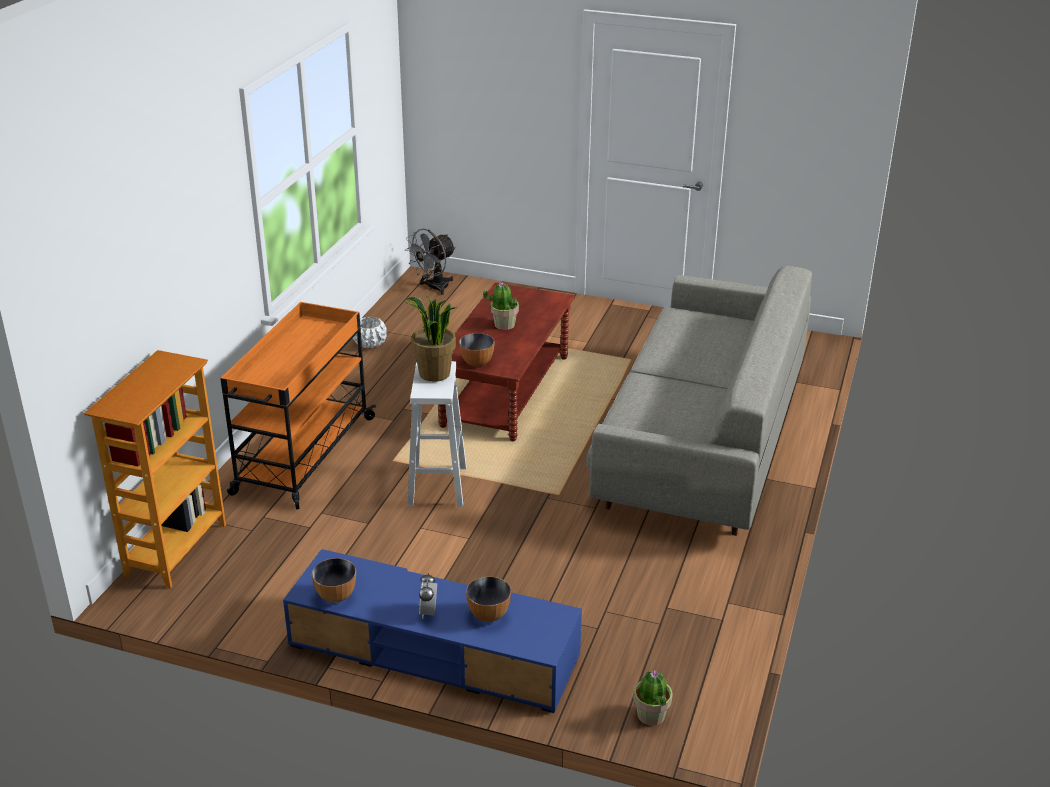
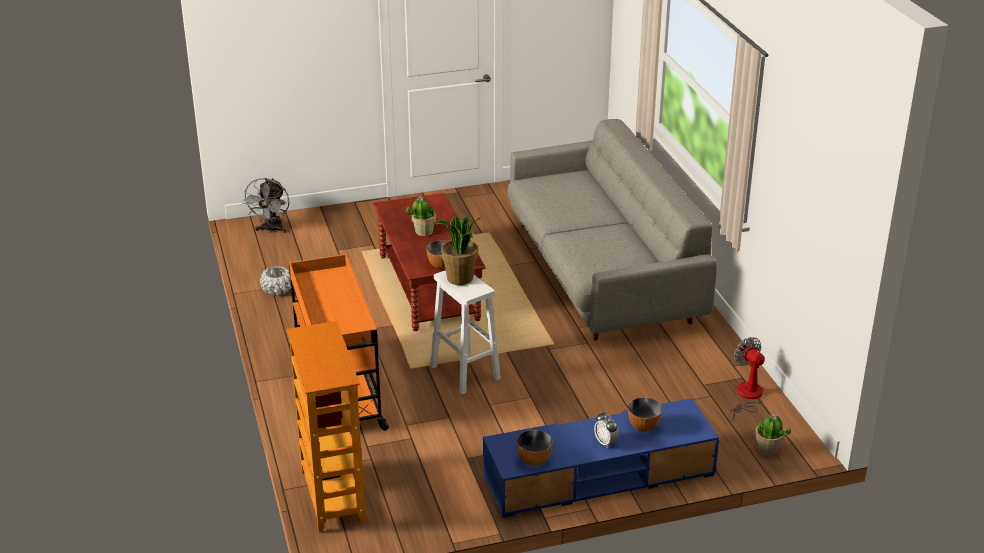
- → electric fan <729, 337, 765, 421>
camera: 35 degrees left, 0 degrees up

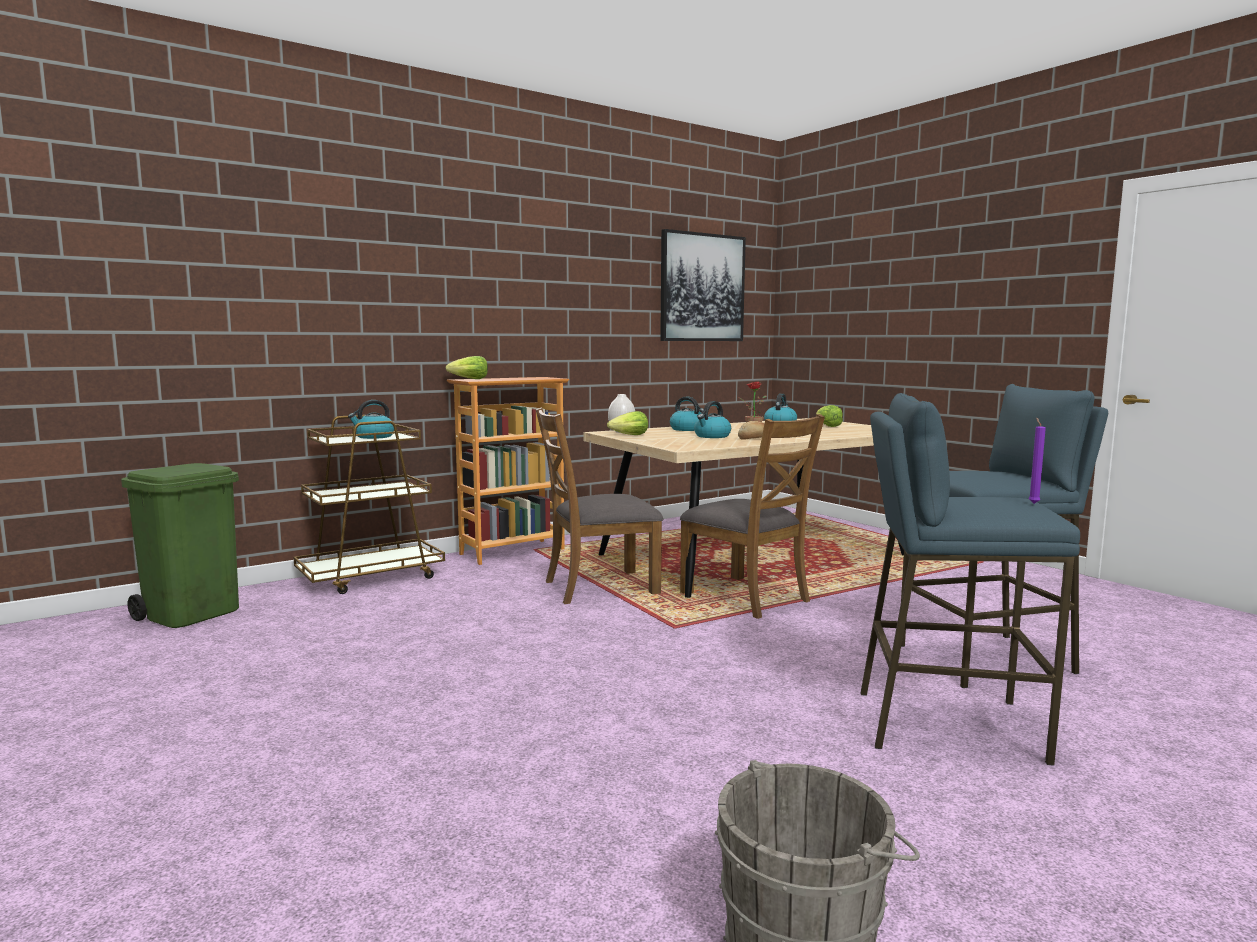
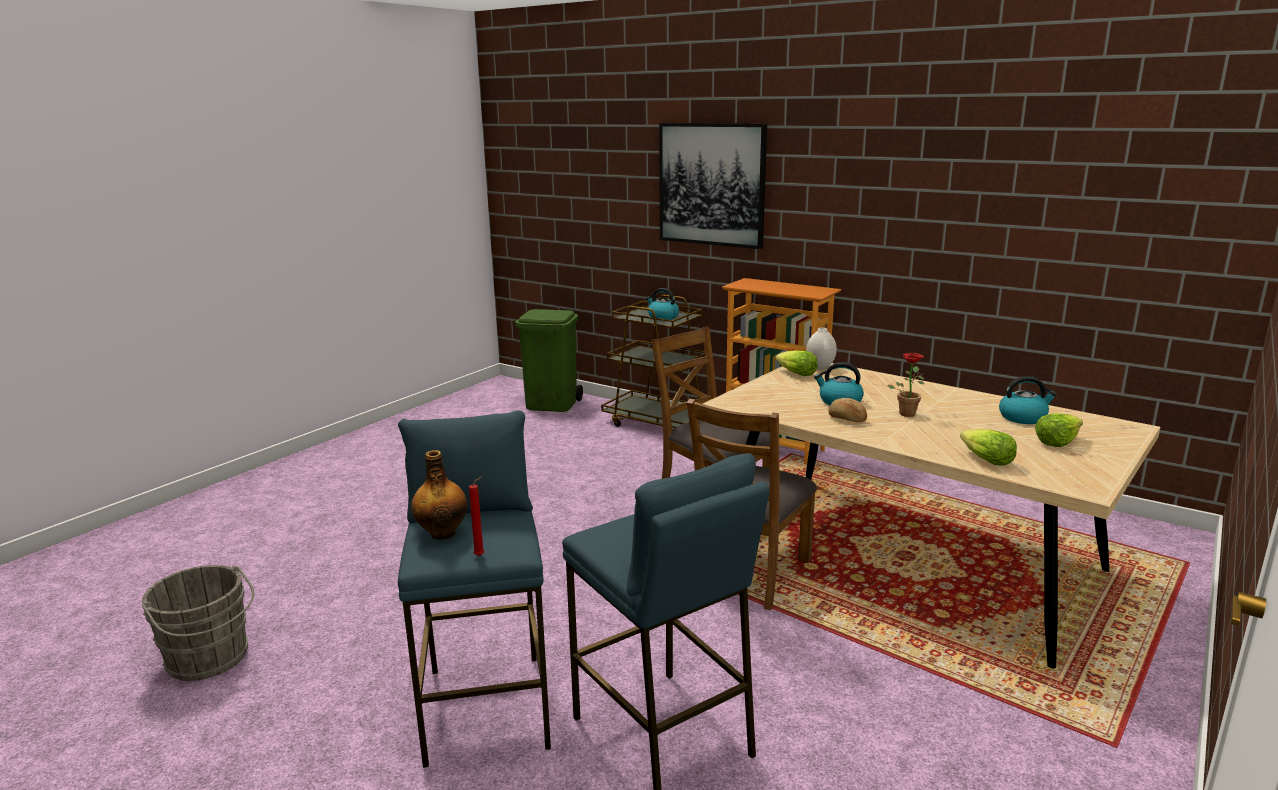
head of lettuce <445, 356, 488, 379> → head of lettuce <960, 429, 1017, 466>, move
wall picture <660, 229, 746, 341> → wall picture <659, 123, 767, 249>, move
water kettle <670, 397, 704, 431> → -
purplish candle <1029, 418, 1046, 504> → red candle <469, 477, 484, 556>
- → drink bottle <411, 450, 468, 540>
camera: 70 degrees right, 10 degrees up

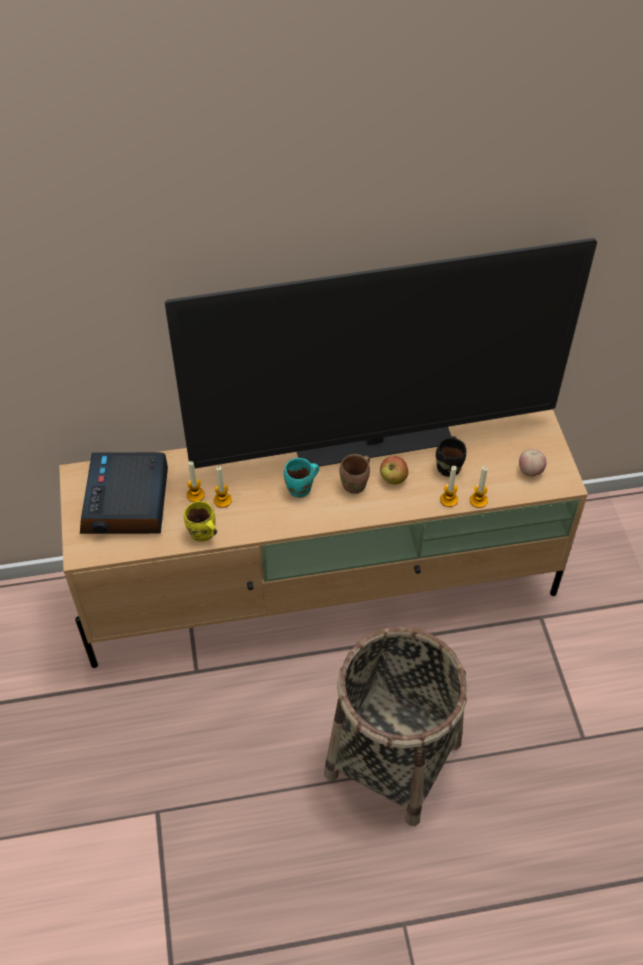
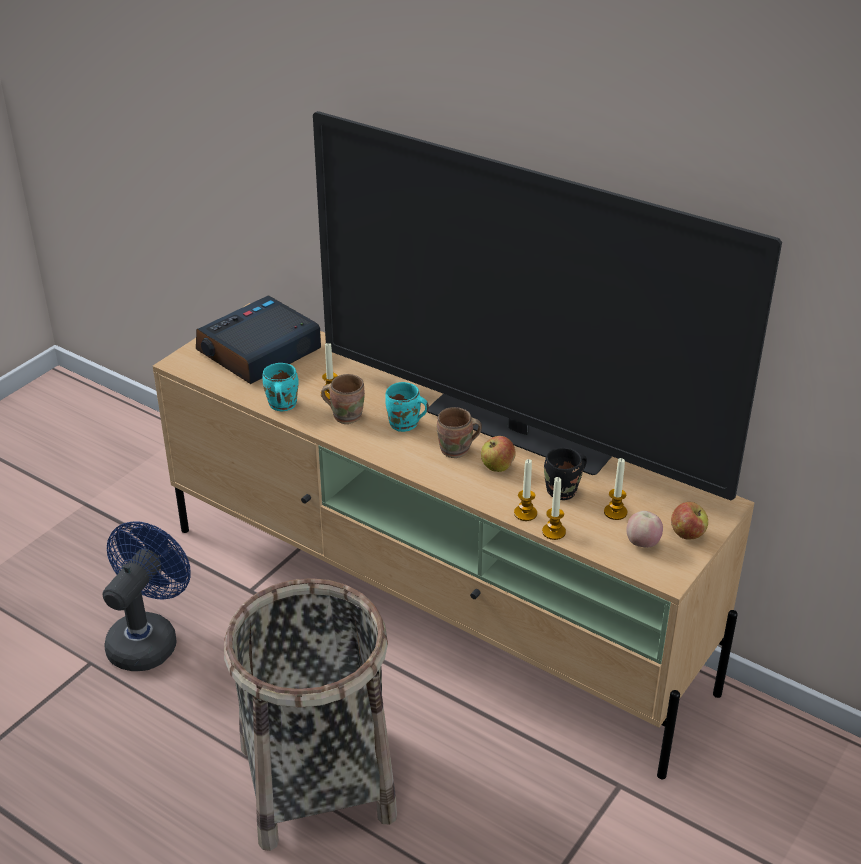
yellow-coloured mug <184, 501, 217, 542> → blue-green mug <262, 363, 299, 411>
candle <187, 461, 205, 502> → candle <604, 458, 627, 520>, move
- → blue-coloured electric fan <102, 521, 191, 671>
- → brown-coloured mug <321, 374, 365, 424>
- → whole apple <671, 502, 708, 540>
camera: 45 degrees right, 15 degrees down

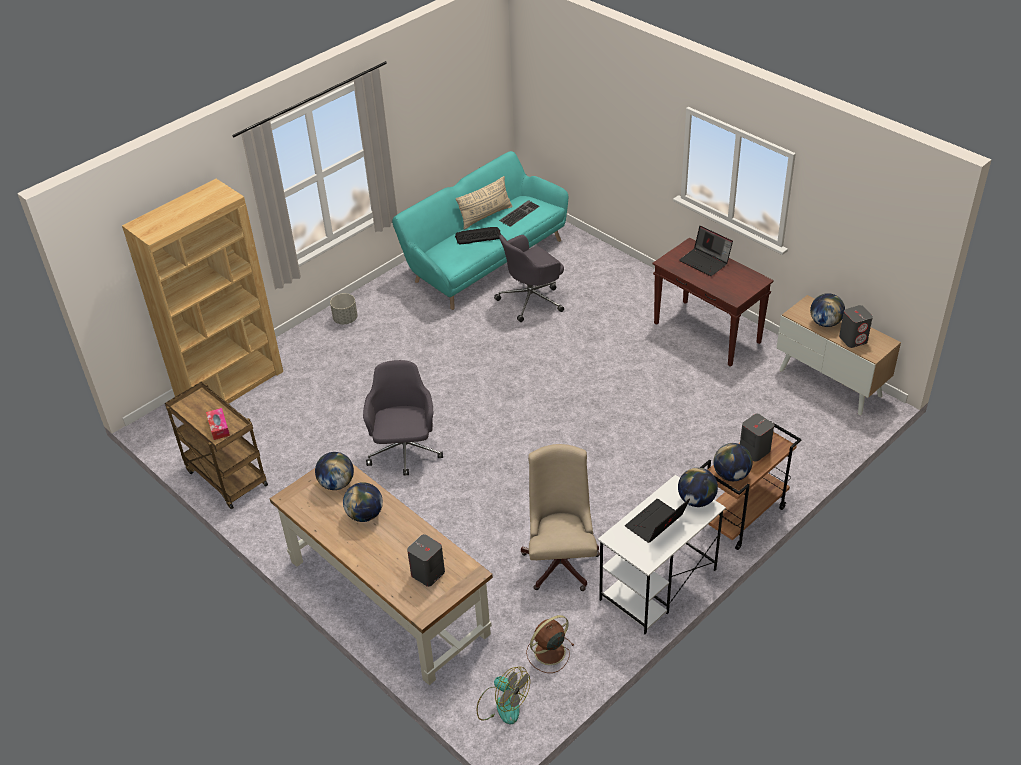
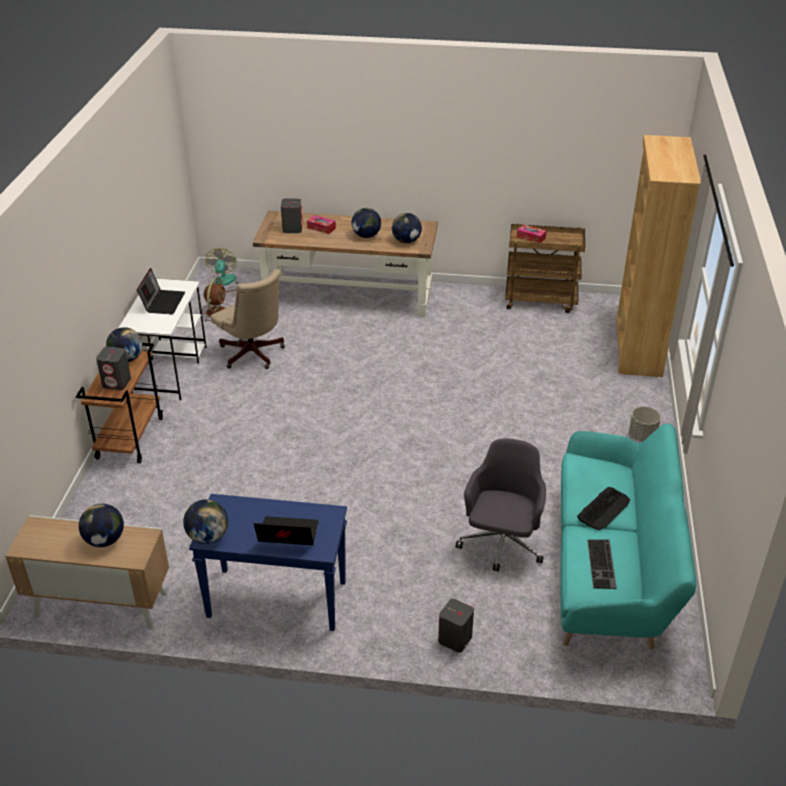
greyish office chair <363, 360, 443, 476> → -
beige-coloured cushion <456, 176, 513, 230> → -
electric fan <477, 667, 530, 724> → electric fan <205, 248, 239, 292>, 90 degrees clockwise
brown-coloured hall table <653, 238, 774, 367> → blue-coloured hall table <189, 494, 347, 631>
world globe <678, 468, 718, 507> → world globe <183, 499, 228, 544>, move
greyish speaker <839, 305, 873, 348> → greyish speaker <438, 599, 474, 653>, move
- → tissue holder <307, 215, 336, 234>
camera: 140 degrees right, 5 degrees down

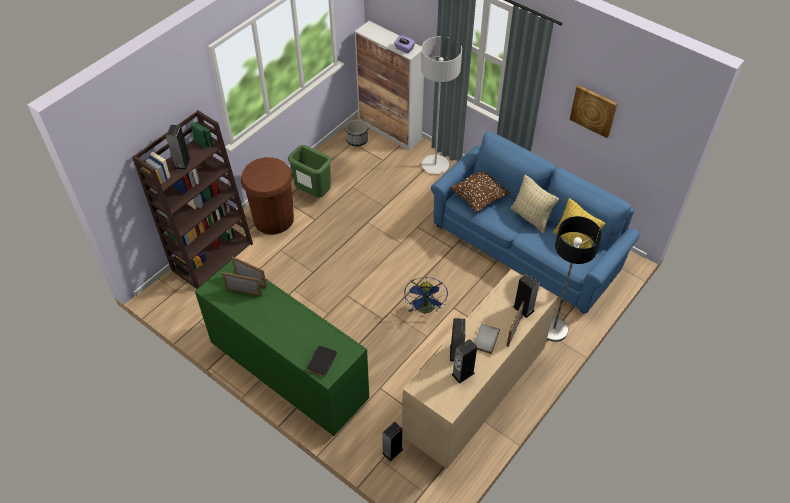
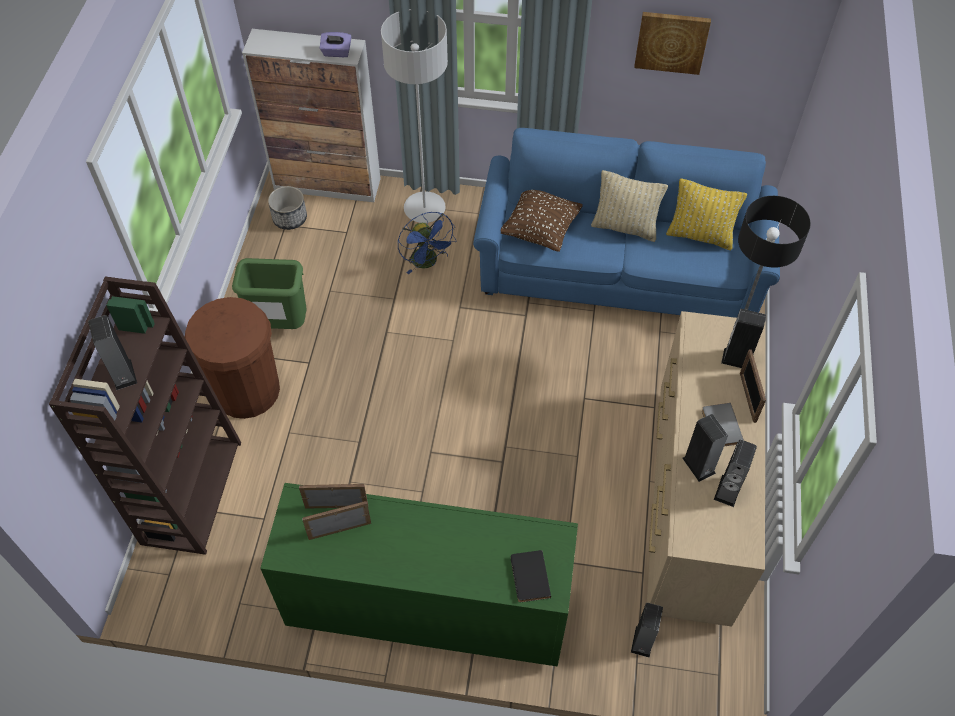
blue-coloured electric fan <404, 277, 448, 313> → blue-coloured electric fan <398, 212, 457, 274>, move
camera: 30 degrees left, 5 degrees up

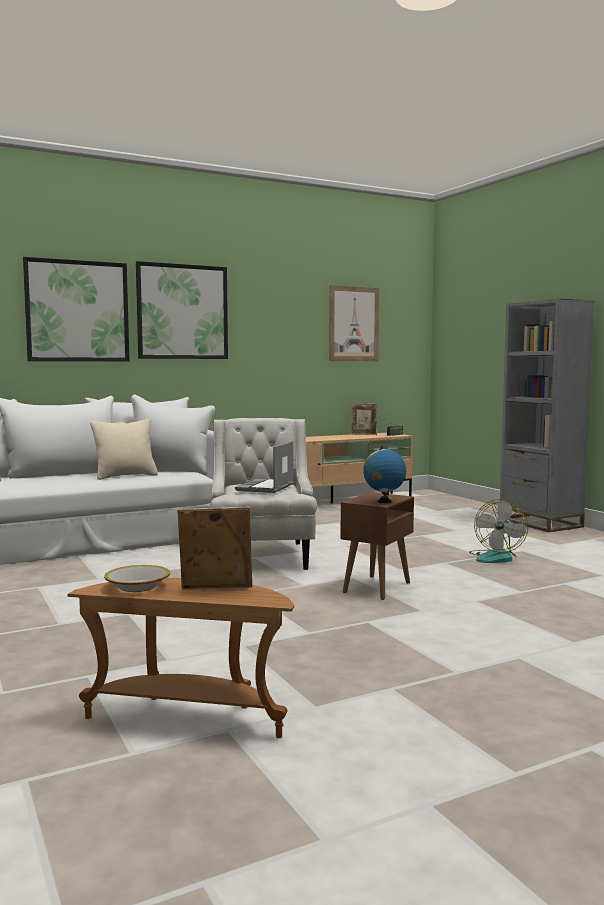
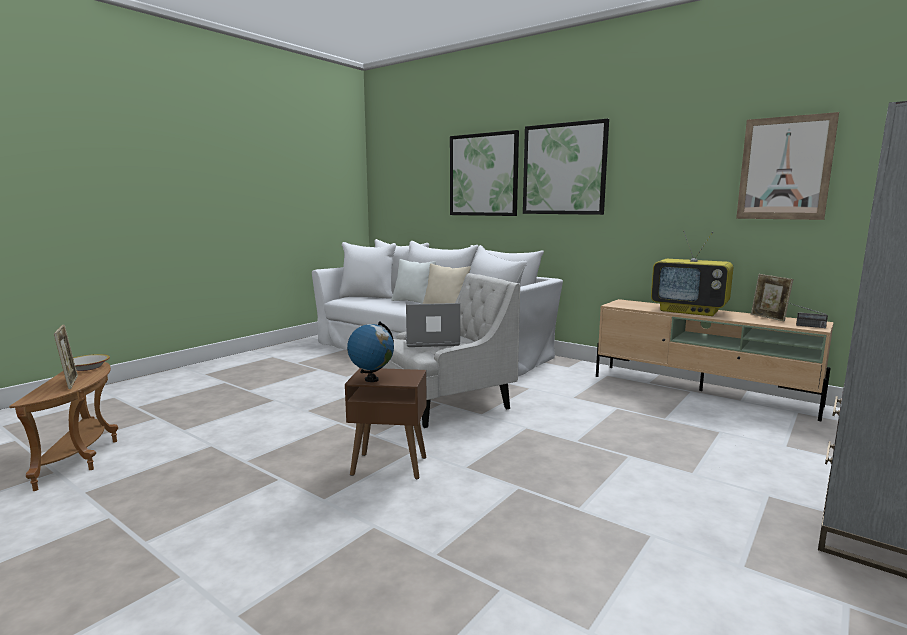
electric fan <469, 499, 528, 563> → -
- → white cushion <391, 259, 436, 304>
- → TV <651, 230, 733, 316>
camera: 65 degrees right, 5 degrees up

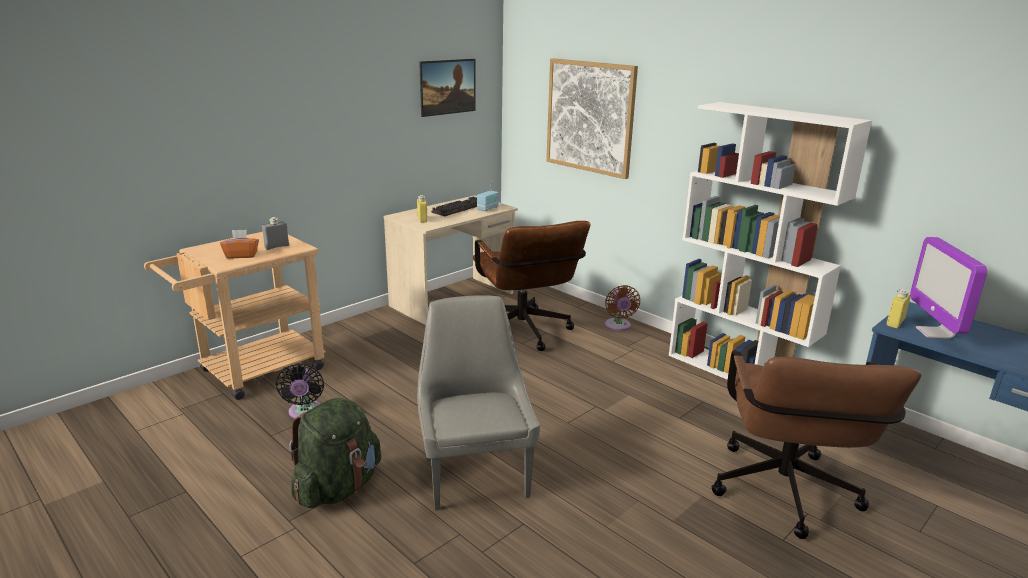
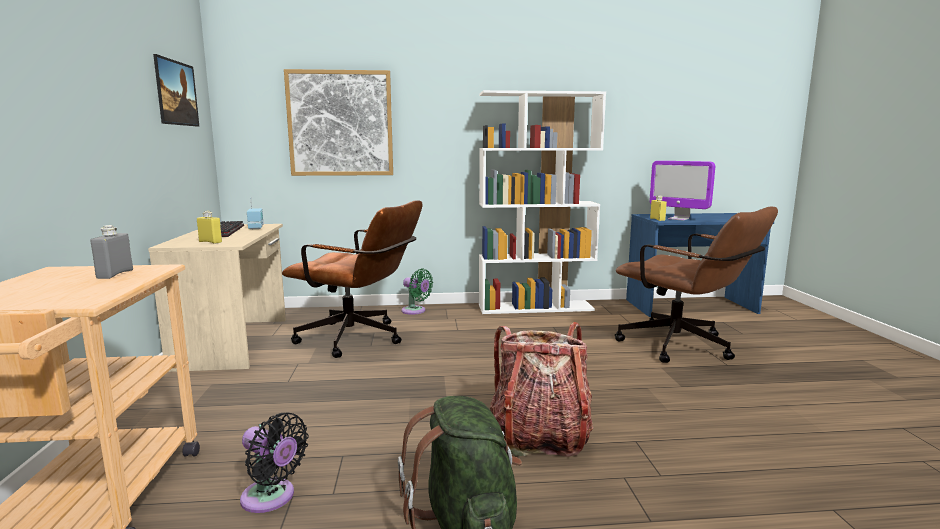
orange tissue holder <220, 230, 259, 259> → -
greyish chair <417, 295, 540, 510> → backpack <490, 322, 594, 457>
brown-coloured electric fan <605, 285, 640, 331> → green electric fan <401, 268, 433, 315>
camera: 50 degrees left, 10 degrees down

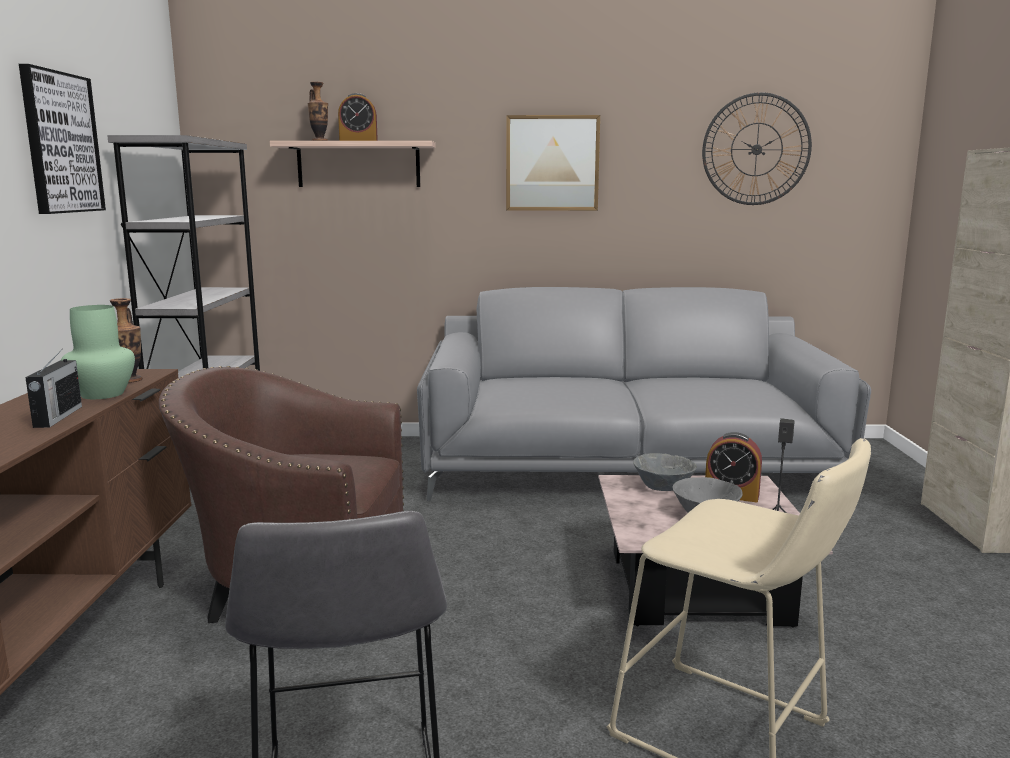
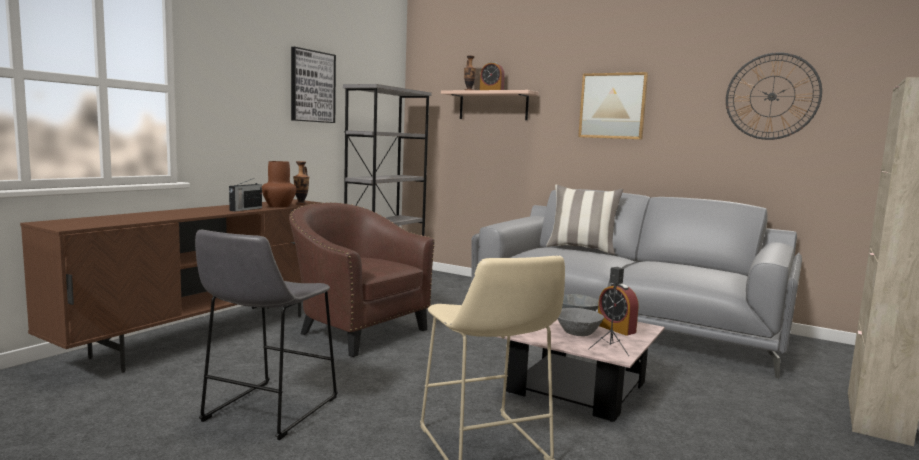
green decorative vase <61, 305, 135, 399> → brown-coloured decorative vase <262, 161, 297, 208>
- → cushion <546, 185, 623, 255>
camera: 30 degrees right, 5 degrees down

